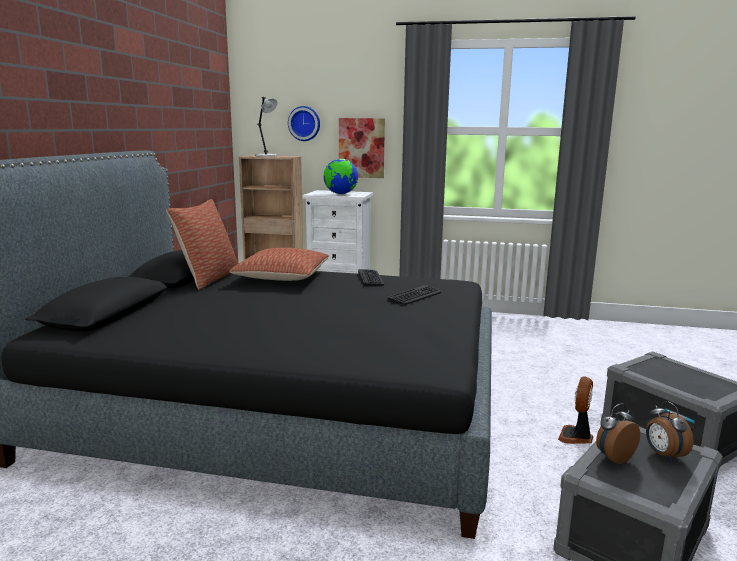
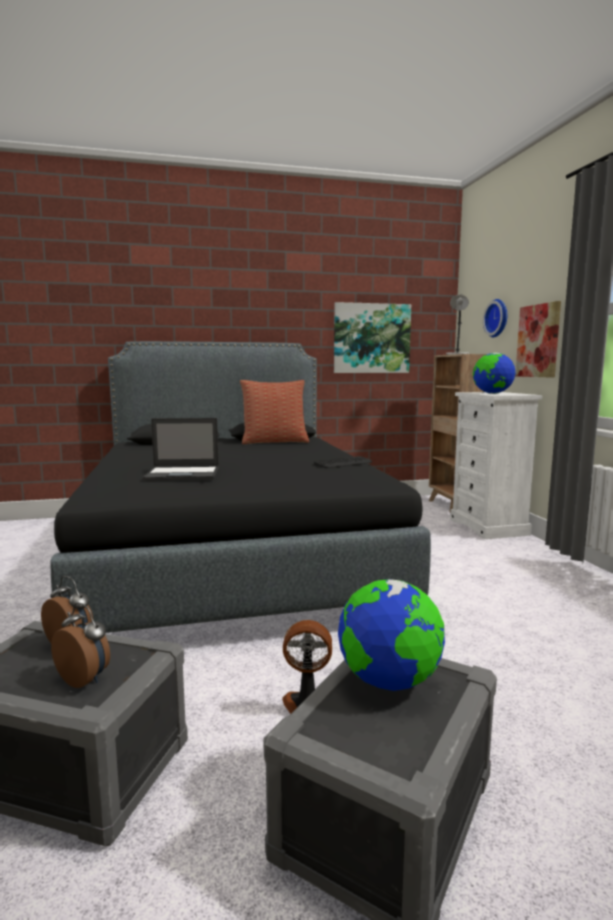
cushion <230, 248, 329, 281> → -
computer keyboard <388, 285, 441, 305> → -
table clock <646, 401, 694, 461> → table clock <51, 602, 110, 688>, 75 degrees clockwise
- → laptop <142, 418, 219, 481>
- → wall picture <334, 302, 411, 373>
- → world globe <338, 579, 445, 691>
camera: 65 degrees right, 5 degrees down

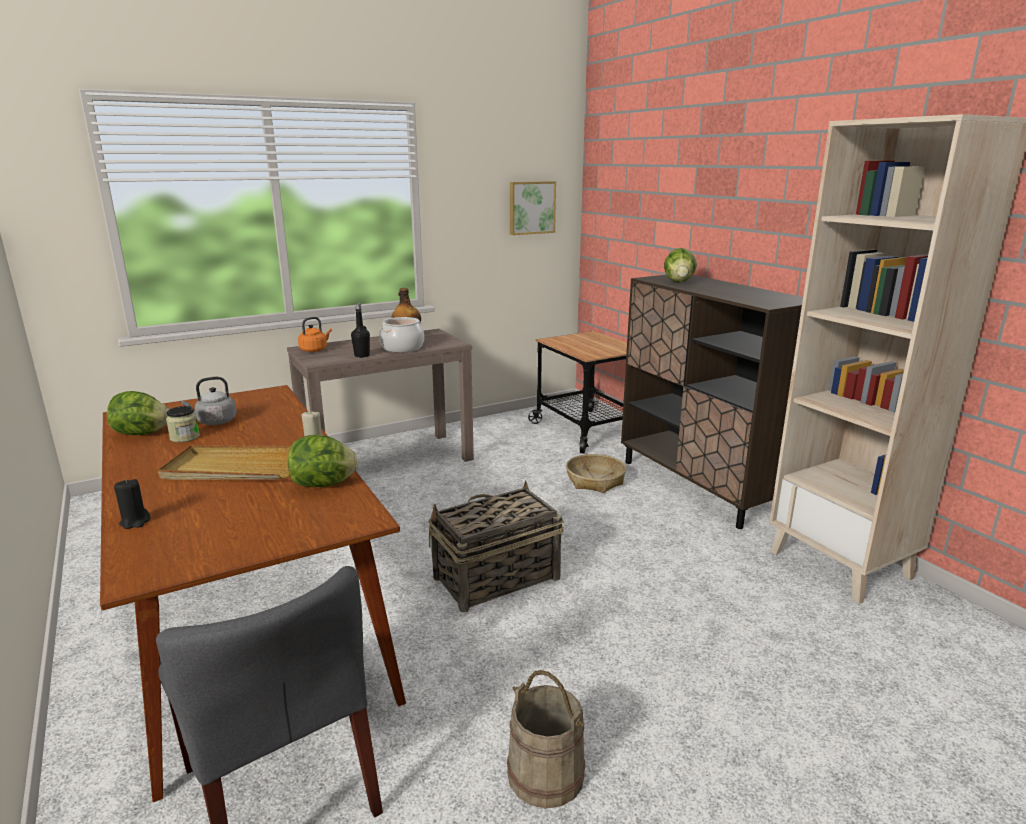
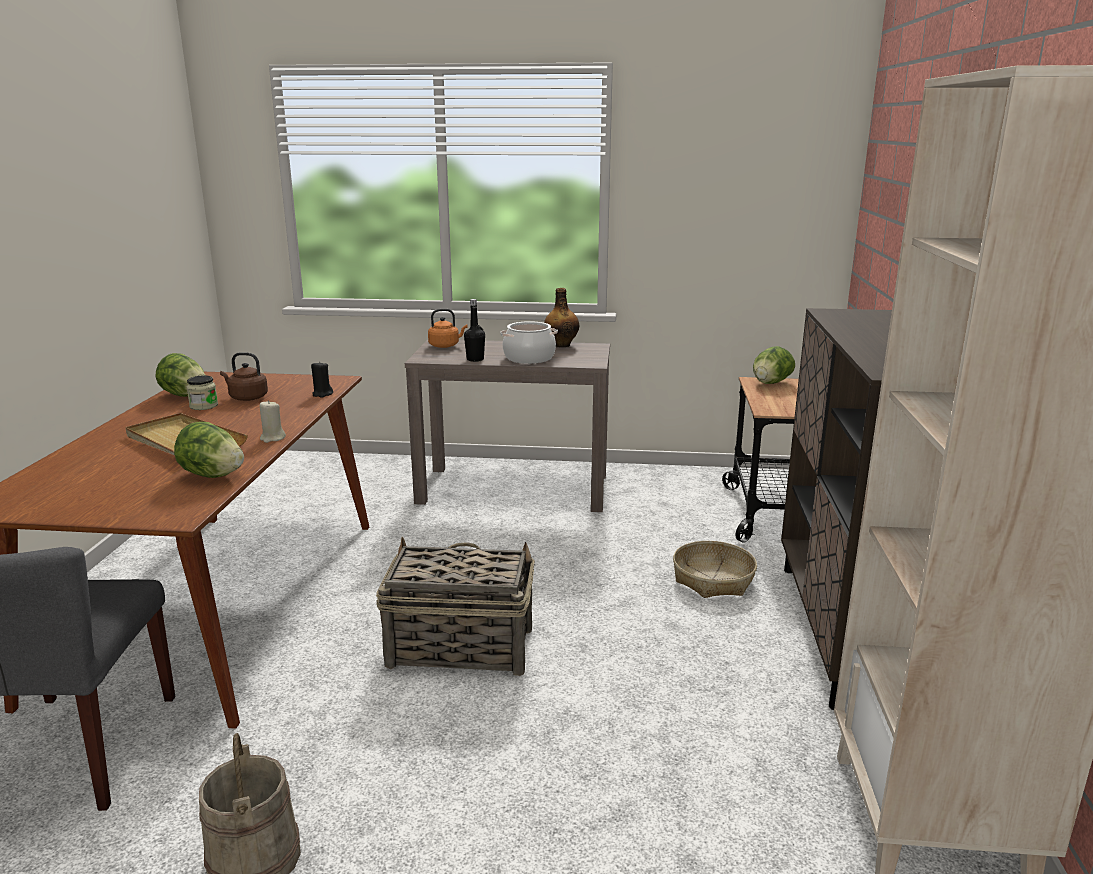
black candle <114, 479, 150, 529> → black candle <311, 361, 333, 398>, move
greyish water kettle <181, 377, 237, 425> → brown-coloured water kettle <220, 352, 268, 401>
wall picture <510, 181, 556, 235> → -
head of lettuce <664, 248, 697, 283> → head of lettuce <753, 346, 795, 384>, move
camera: 35 degrees right, 0 degrees up

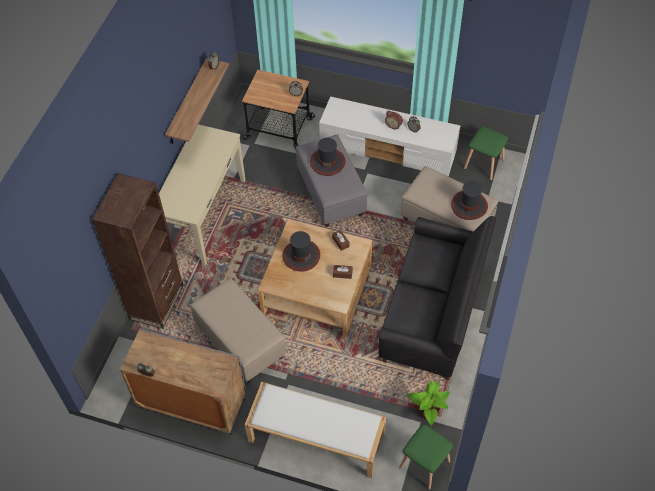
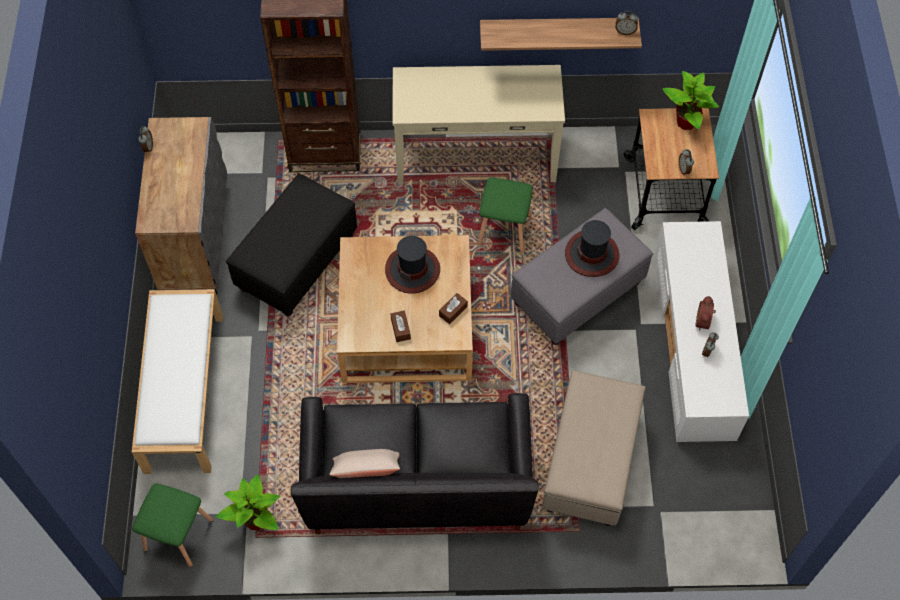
beige-coloured footrest <190, 278, 286, 383> → black footrest <226, 173, 357, 316>
wearable hat <451, 181, 488, 220> → -
green sitting stool <464, 126, 508, 181> → green sitting stool <478, 178, 533, 252>, move
- → beige-coloured cushion <330, 449, 400, 478>
- → potted plant <662, 71, 719, 130>
camera: 70 degrees right, 5 degrees up

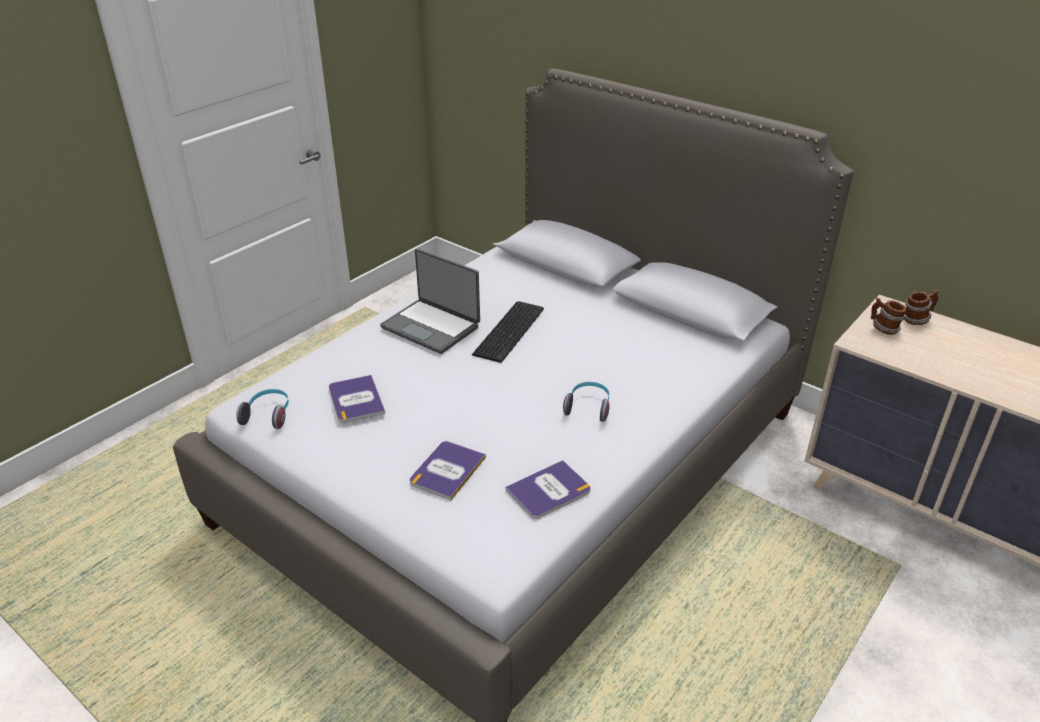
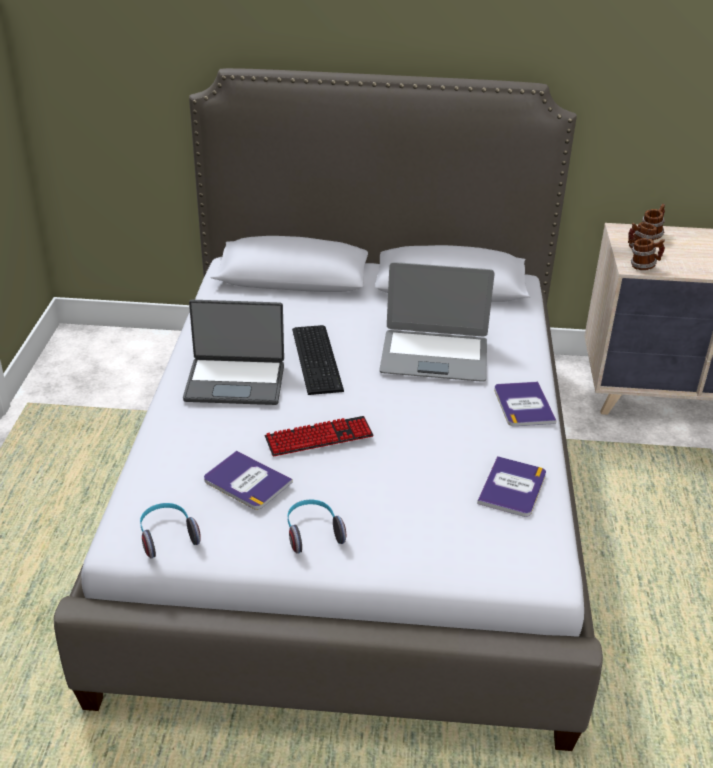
bound book <410, 441, 486, 500> → bound book <494, 381, 557, 426>, move
headphones <563, 382, 609, 422> → headphones <287, 499, 346, 554>, move
- → computer keyboard <265, 416, 373, 457>
- → laptop <379, 262, 494, 382>
- → mug <631, 238, 665, 270>
camera: 35 degrees left, 0 degrees up

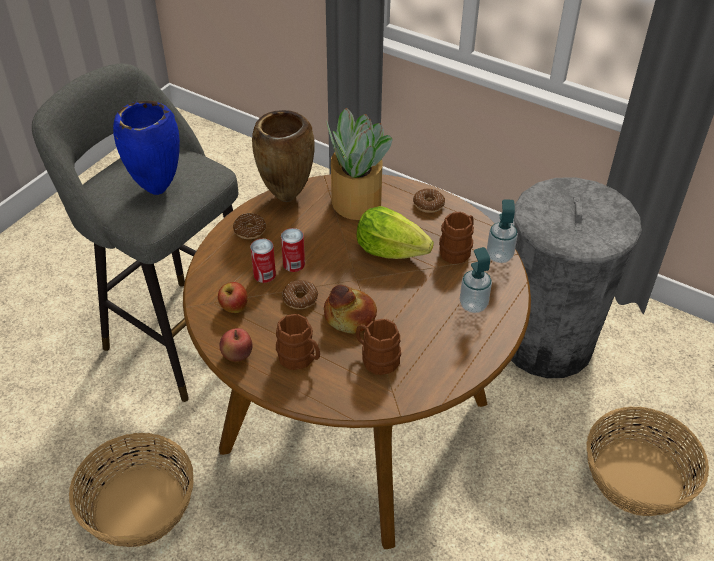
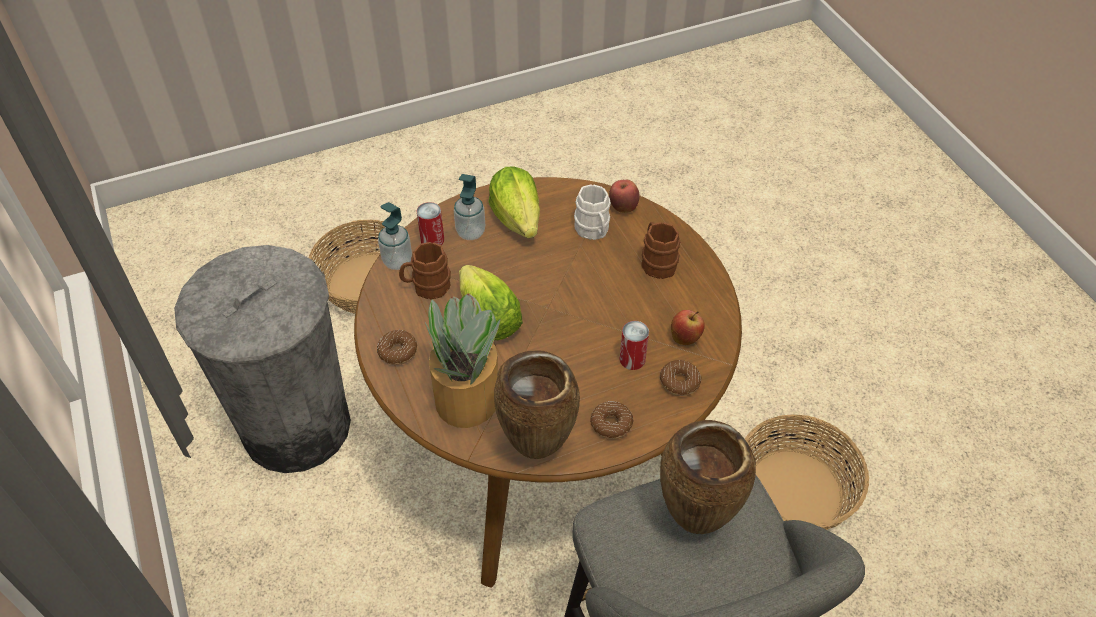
blue-coloured decorative vase <113, 101, 180, 195> → brown-coloured decorative vase <660, 420, 756, 534>
whole apple <219, 328, 252, 362> → whole apple <609, 180, 640, 213>, move
sealed can <281, 228, 305, 272> → sealed can <416, 202, 444, 245>, move
donut <282, 280, 318, 309> → donut <660, 360, 702, 396>, move
bakery bread <324, 285, 377, 334> → -
brown-coloured mug <356, 319, 401, 375> → white mug <574, 184, 611, 240>
- → head of lettuce <489, 166, 540, 238>
camera: 145 degrees left, 5 degrees up

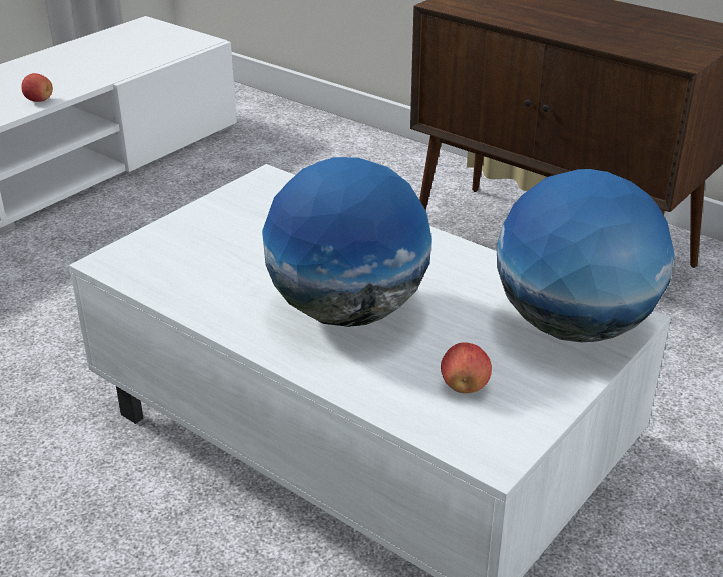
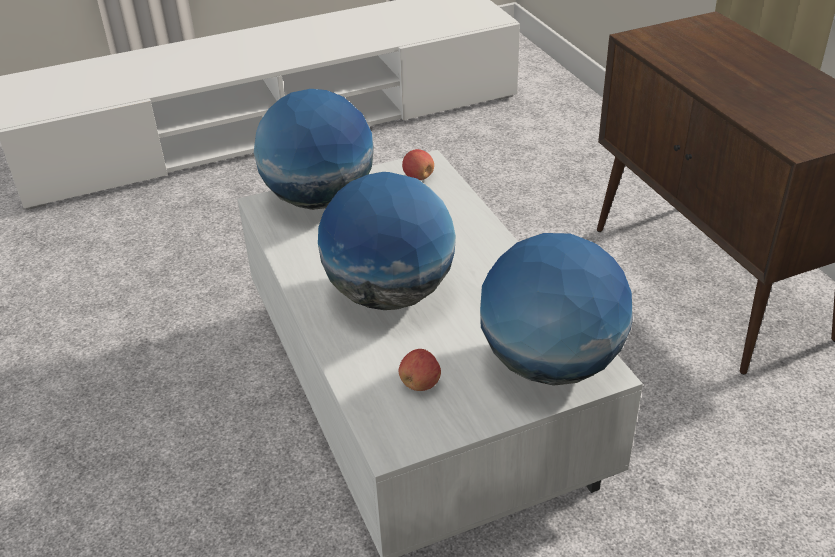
whole apple <21, 73, 53, 102> → whole apple <402, 149, 434, 180>, move
- → world globe <254, 89, 374, 210>
camera: 30 degrees right, 5 degrees up

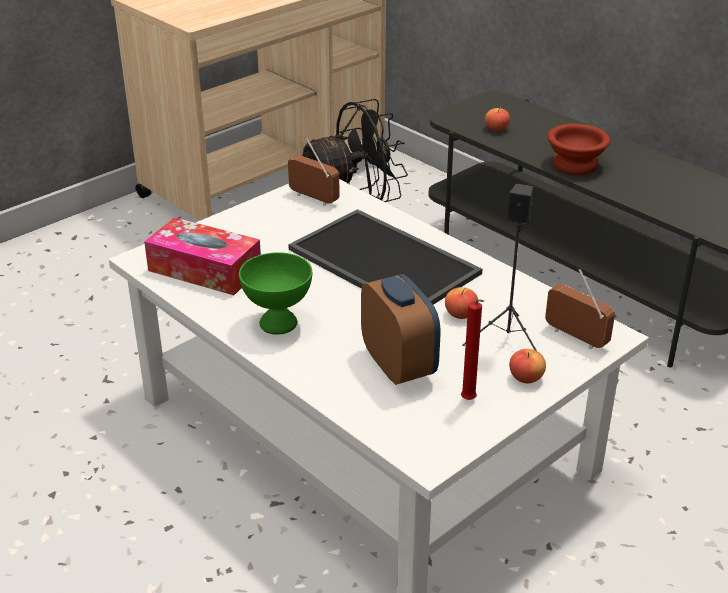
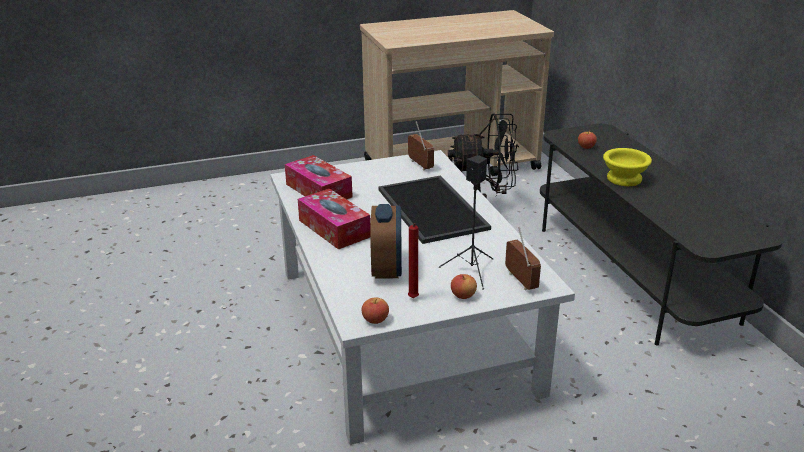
green deep dish <239, 252, 312, 335> → tissue holder <298, 189, 371, 249>
whole apple <445, 287, 478, 319> → whole apple <362, 298, 389, 324>, move
brown-coloured deep dish <547, 124, 610, 175> → yellow-coloured deep dish <603, 148, 652, 186>
camera: 25 degrees right, 5 degrees down

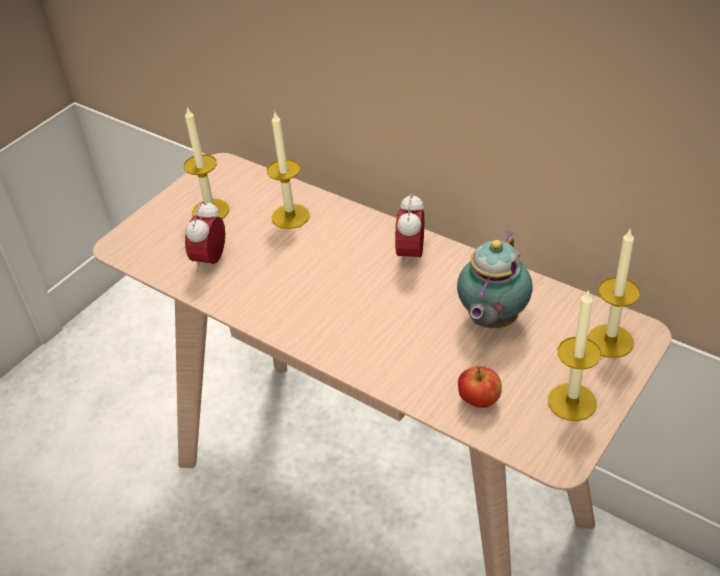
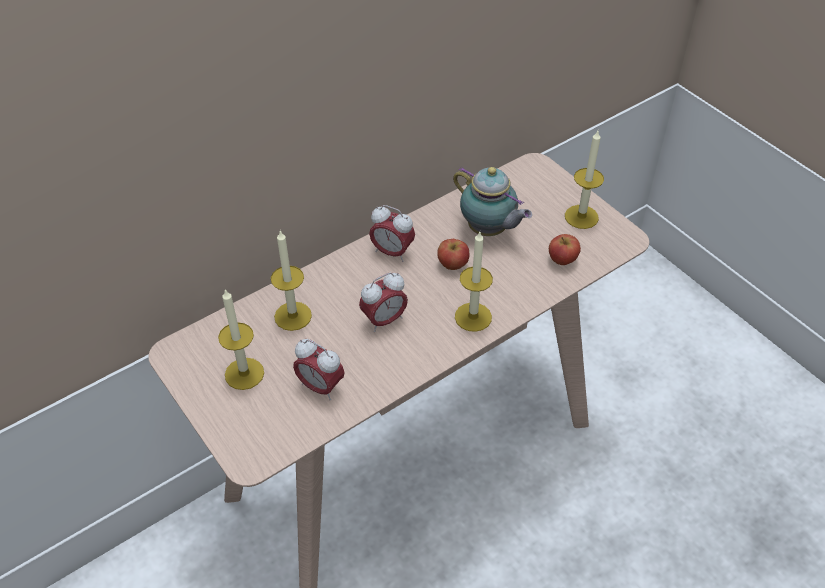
candle <588, 228, 640, 358> → candle <455, 232, 493, 332>, move
- → table clock <359, 272, 408, 332>
- → whole apple <437, 239, 469, 270>
camera: 75 degrees left, 5 degrees up

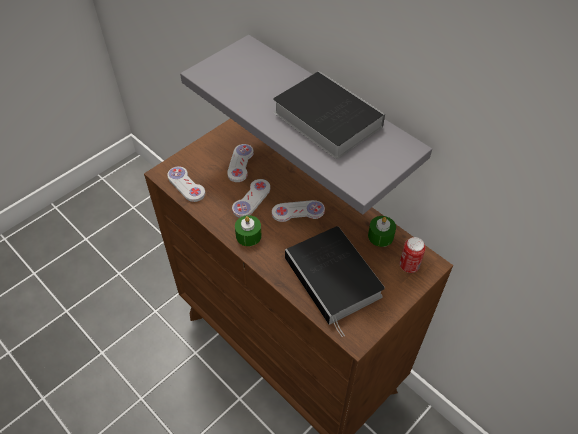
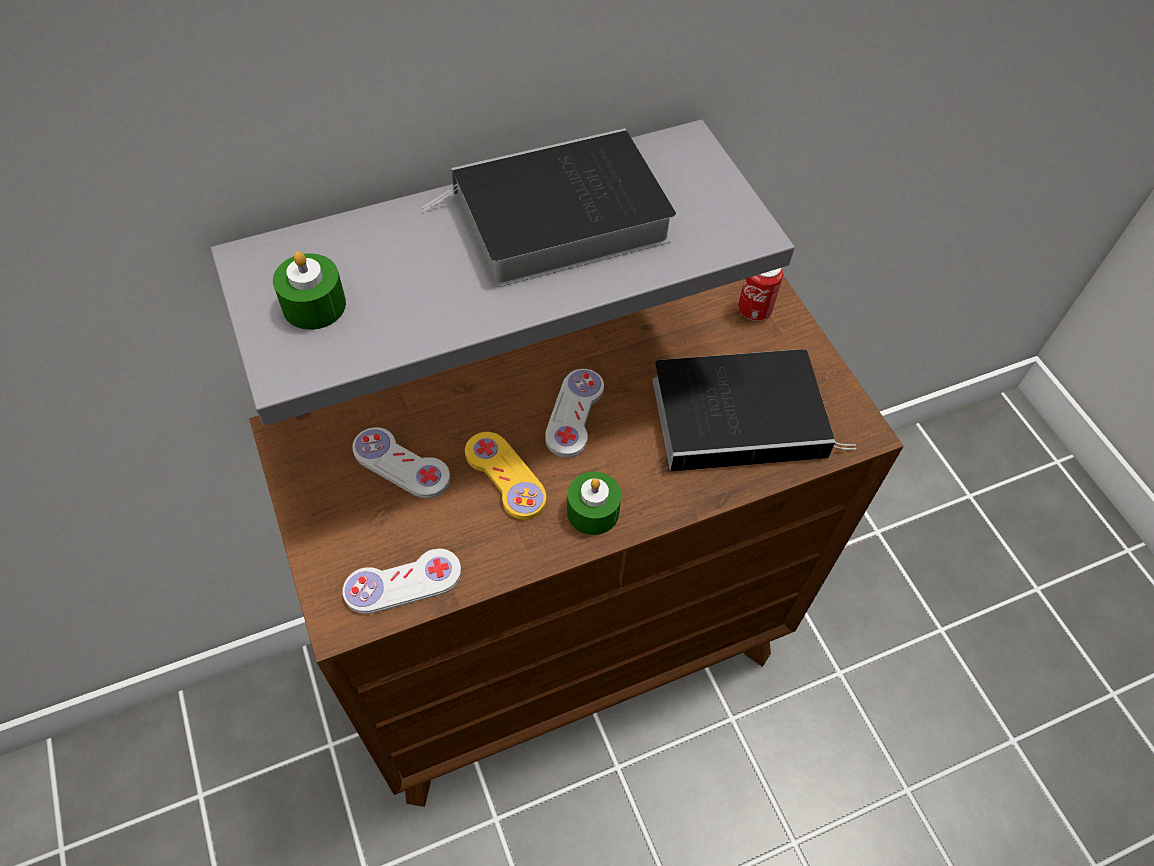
white game controller <232, 179, 270, 218> → yellow-coloured game controller <465, 432, 546, 520>
green candle <368, 216, 396, 247> → green candle <273, 251, 346, 330>, move
camera: 70 degrees left, 5 degrees up

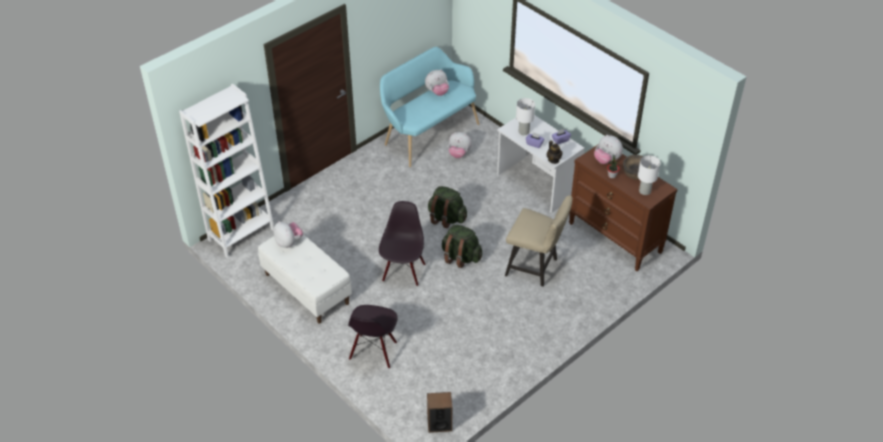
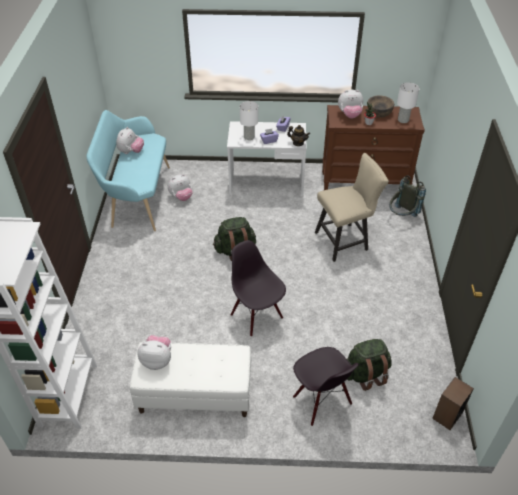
green backpack <442, 225, 482, 268> → green backpack <347, 339, 392, 391>, move
- → greyish backpack <389, 175, 426, 217>
camera: 45 degrees left, 0 degrees up

